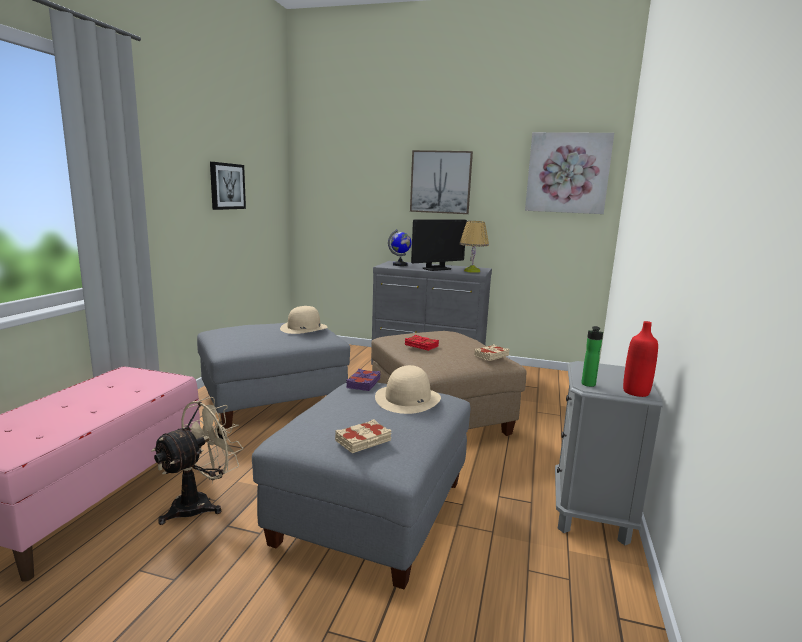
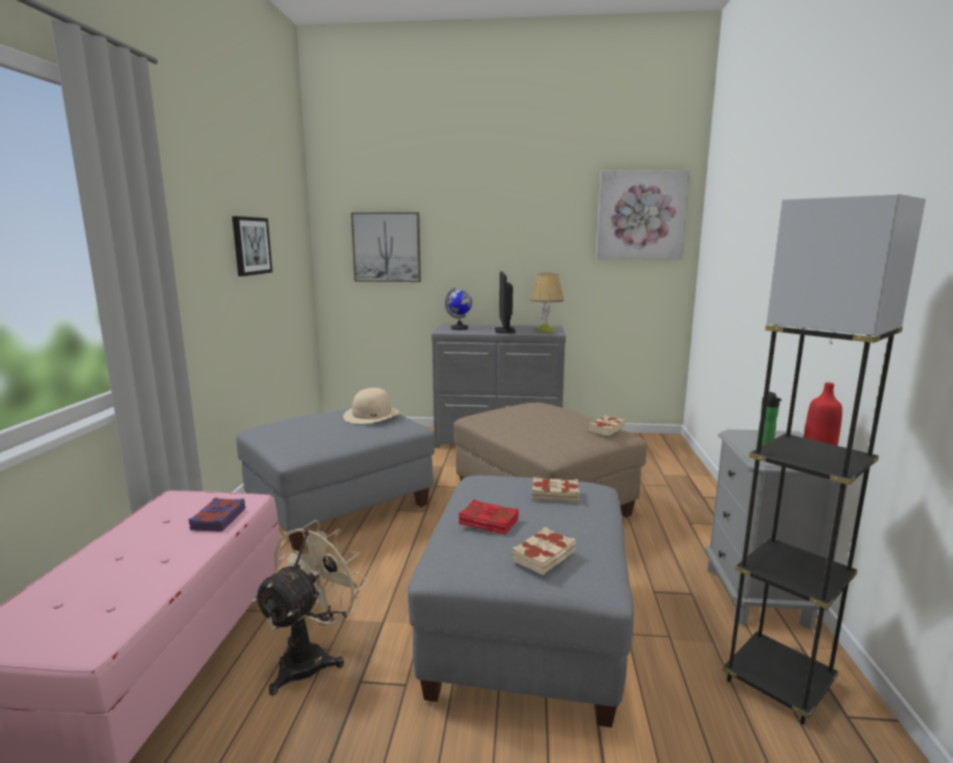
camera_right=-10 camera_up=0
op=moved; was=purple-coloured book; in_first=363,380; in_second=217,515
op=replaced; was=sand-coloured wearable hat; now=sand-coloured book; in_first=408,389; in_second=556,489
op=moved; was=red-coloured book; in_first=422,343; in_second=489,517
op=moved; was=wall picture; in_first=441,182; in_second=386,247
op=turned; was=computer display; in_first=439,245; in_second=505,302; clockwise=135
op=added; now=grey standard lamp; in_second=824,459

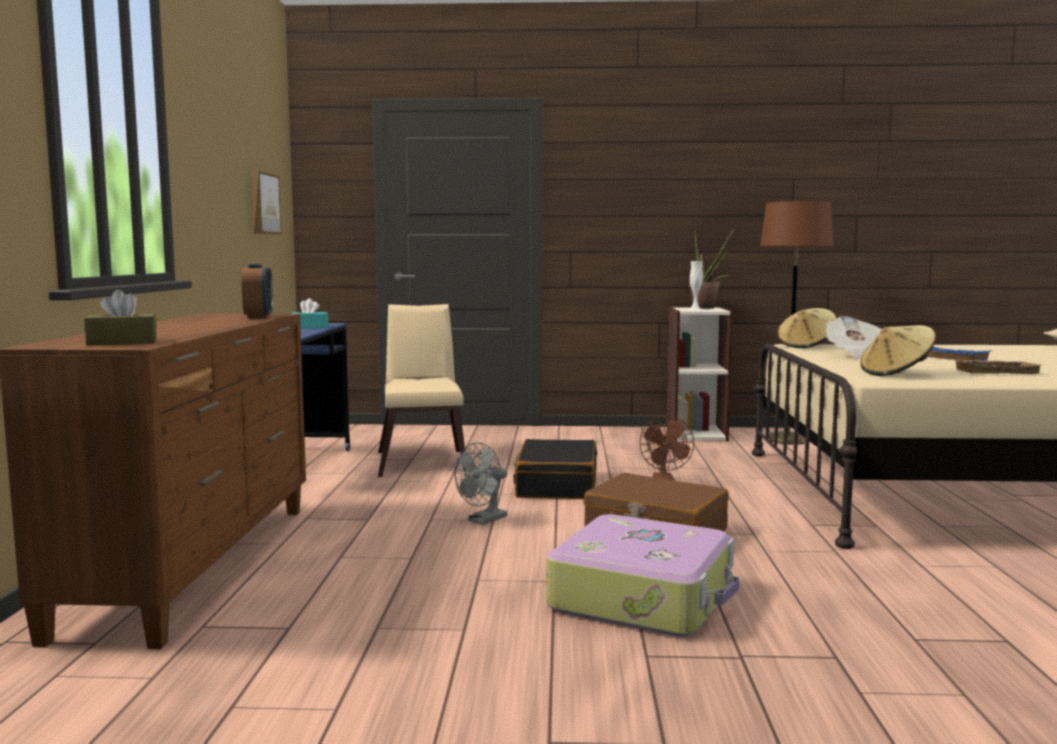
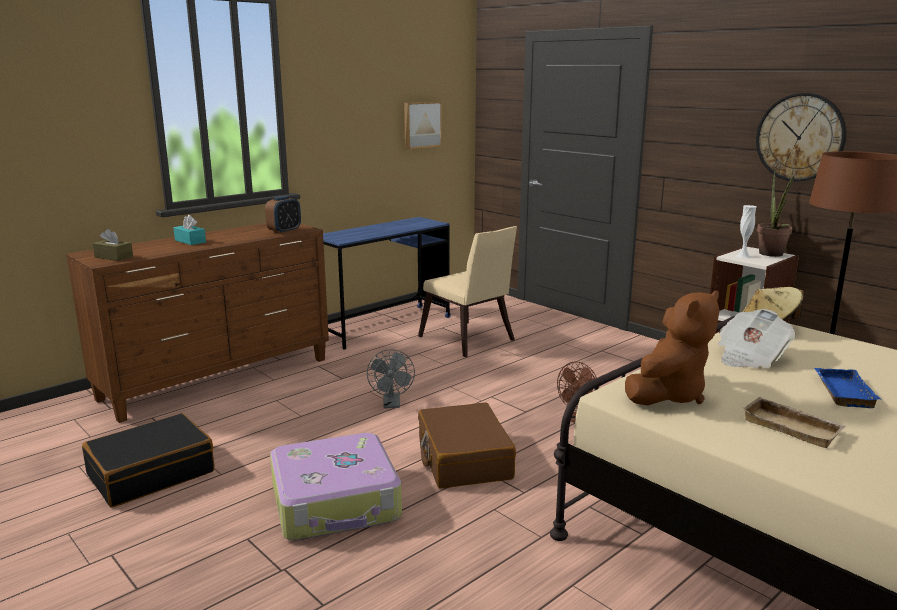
camera_right=45 camera_up=10
op=moved; was=blue-green box of tissues; in_first=309,313; in_second=190,230
op=turned; was=sand-coloured plain chair; in_first=422,390; in_second=467,291; clockwise=105
op=turned; was=grey cooling fan; in_first=480,483; in_second=391,378; clockwise=-90
op=moved; was=blackish suitcase; in_first=555,469; in_second=148,460
op=replaced; was=sand-coloured wearable hat; now=brown cuddly toy; in_first=898,350; in_second=672,348
op=added; now=hanging clock; in_second=801,137

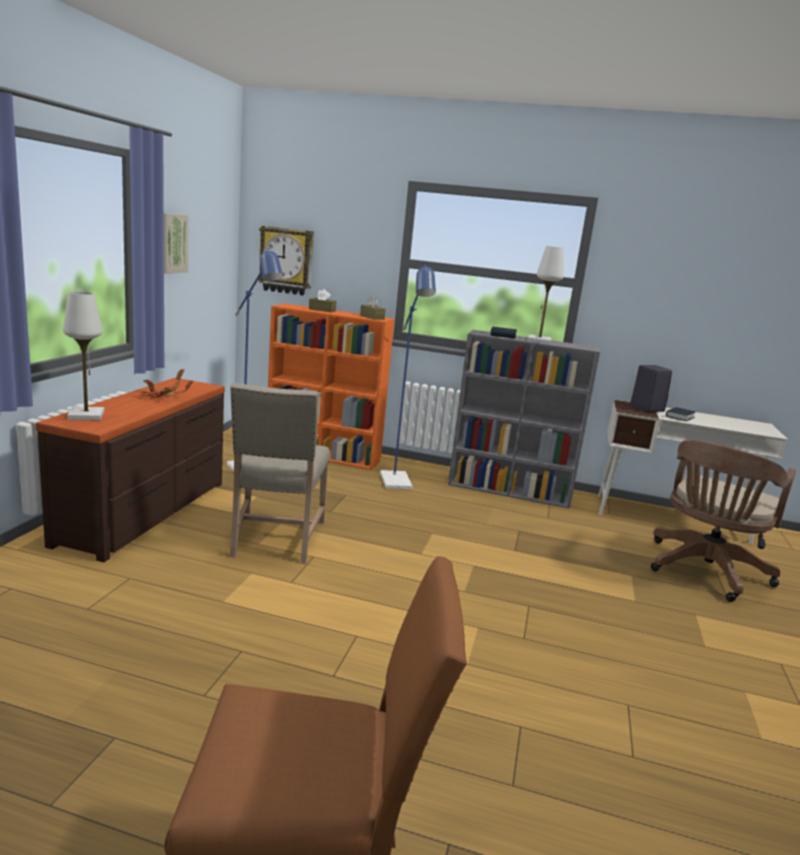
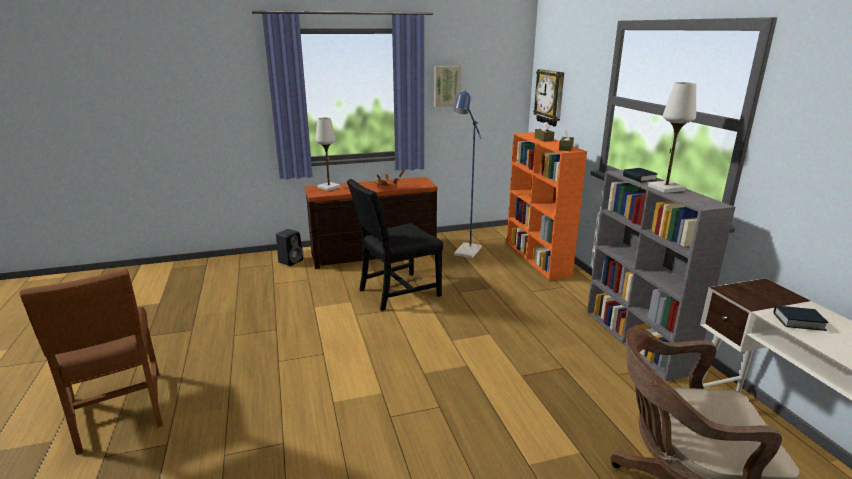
camera_right=60 camera_up=5
op=recoloured; was=sand-coloured plain chair; now=blackish plain chair; in_first=280,473; in_second=395,245
op=removed; was=bluish standard lamp; in_first=408,377
op=moved; was=blackish speaker; in_first=651,388; in_second=289,247

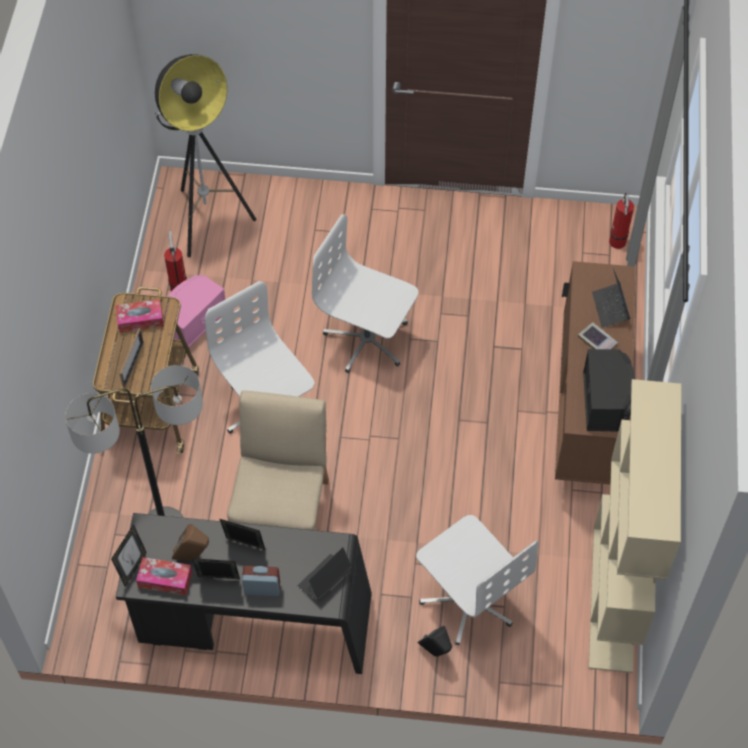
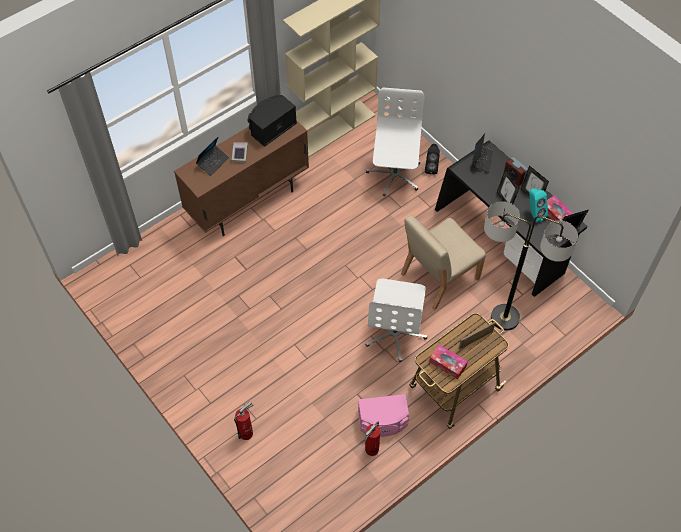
camera_right=-135 camera_up=0
op=removed; was=standard lamp; in_first=205,156
op=recoloured; was=brown speaker; now=blue-green speaker; in_first=190,542; in_second=538,205
op=turned; was=notebook computer; in_first=324,574; in_second=482,153; clockwise=-75
op=removed; was=white computer chair; in_first=365,293
op=moved; was=fire extinguisher; in_first=621,221; in_second=244,420

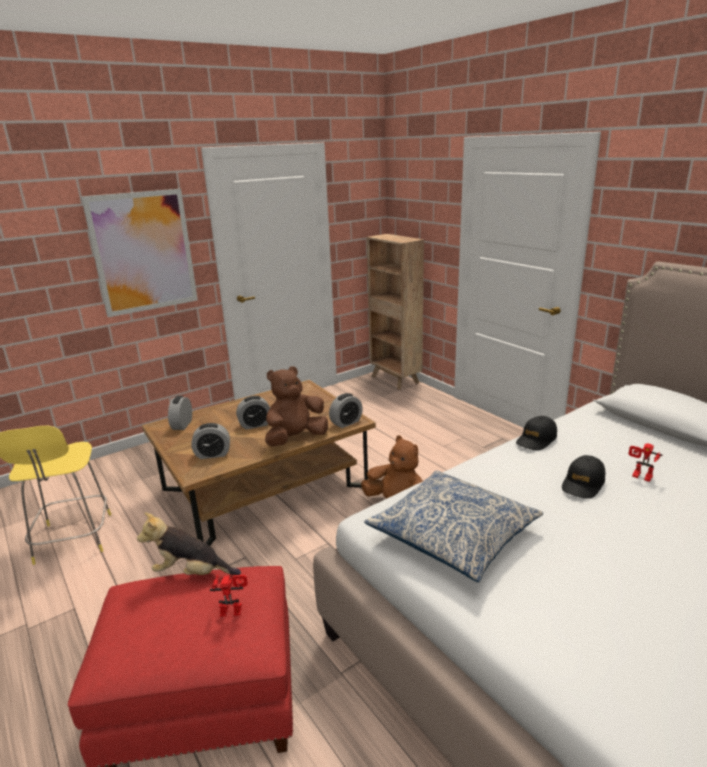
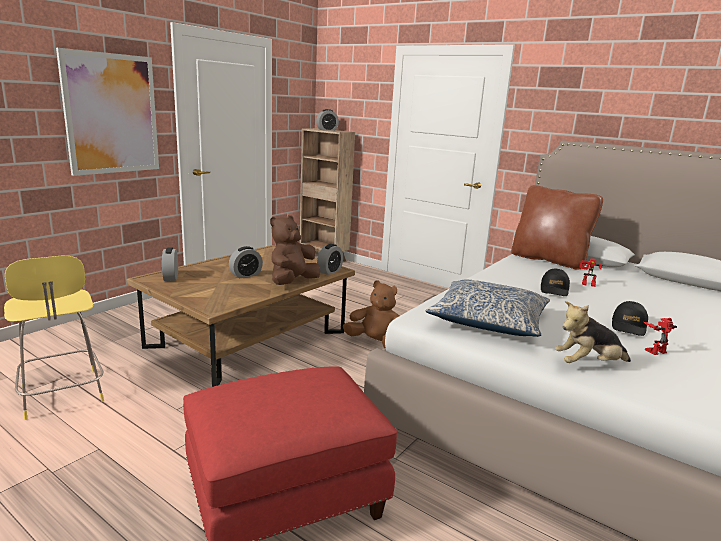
camera_right=-20 camera_up=-5
op=moved; was=cuddly toy; in_first=189,543; in_second=593,332
op=moved; was=bedside clock; in_first=210,441; in_second=327,120
op=moved; was=robot figure; in_first=229,595; in_second=660,336
op=moved; was=blackish peaked cap; in_first=536,433; in_second=630,318
op=added; now=brown cushion; in_second=557,227

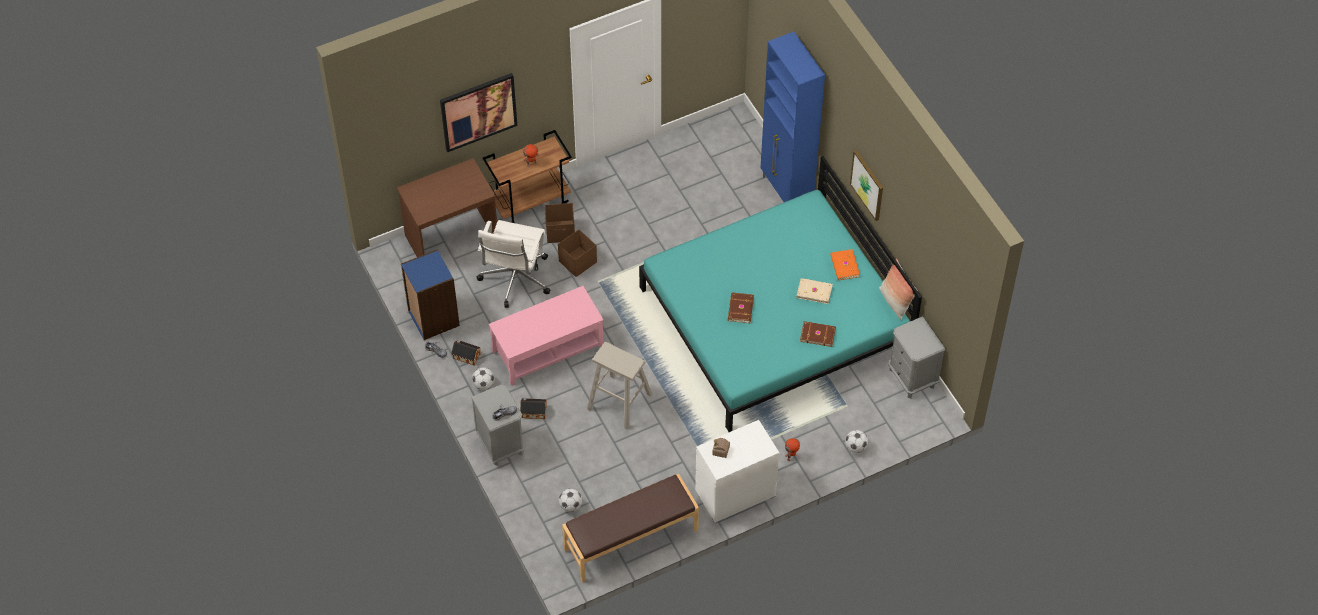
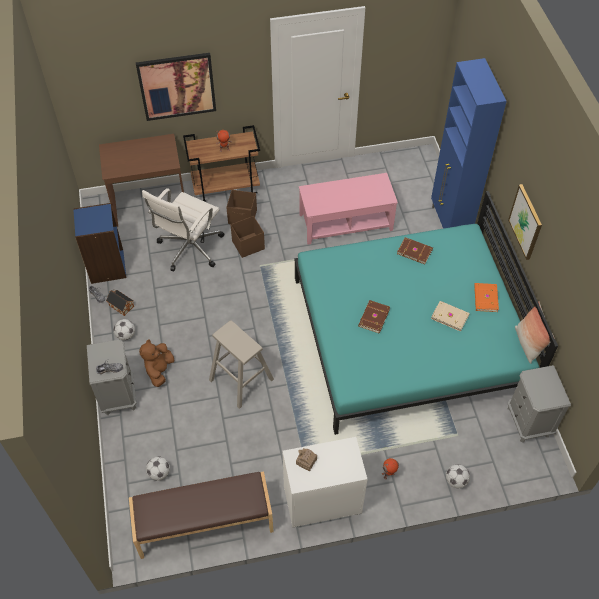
camera_right=15 camera_up=0
op=moved; was=pinkish coffee table; in_first=546,336; in_second=348,209
op=replaced; was=miniature house; now=brown cuddly toy; in_first=533,408; in_second=156,363
op=moved; was=brown book; in_first=818,334; in_second=415,250

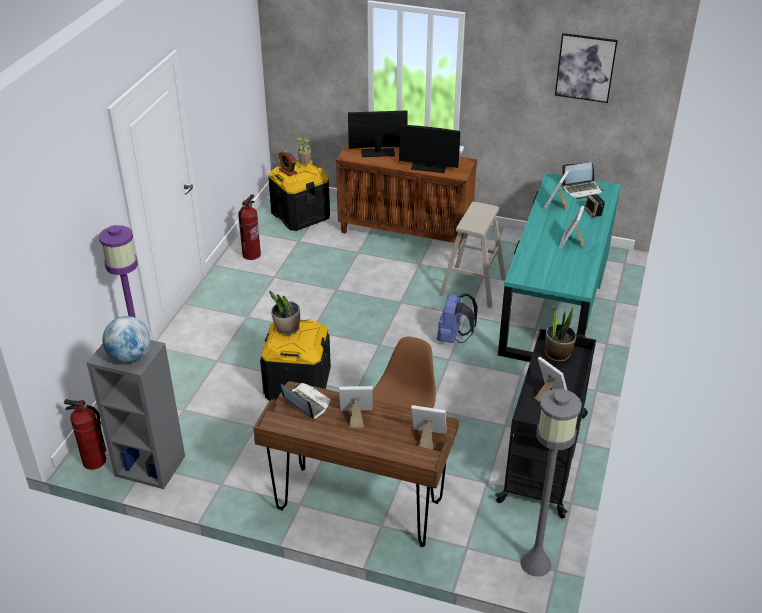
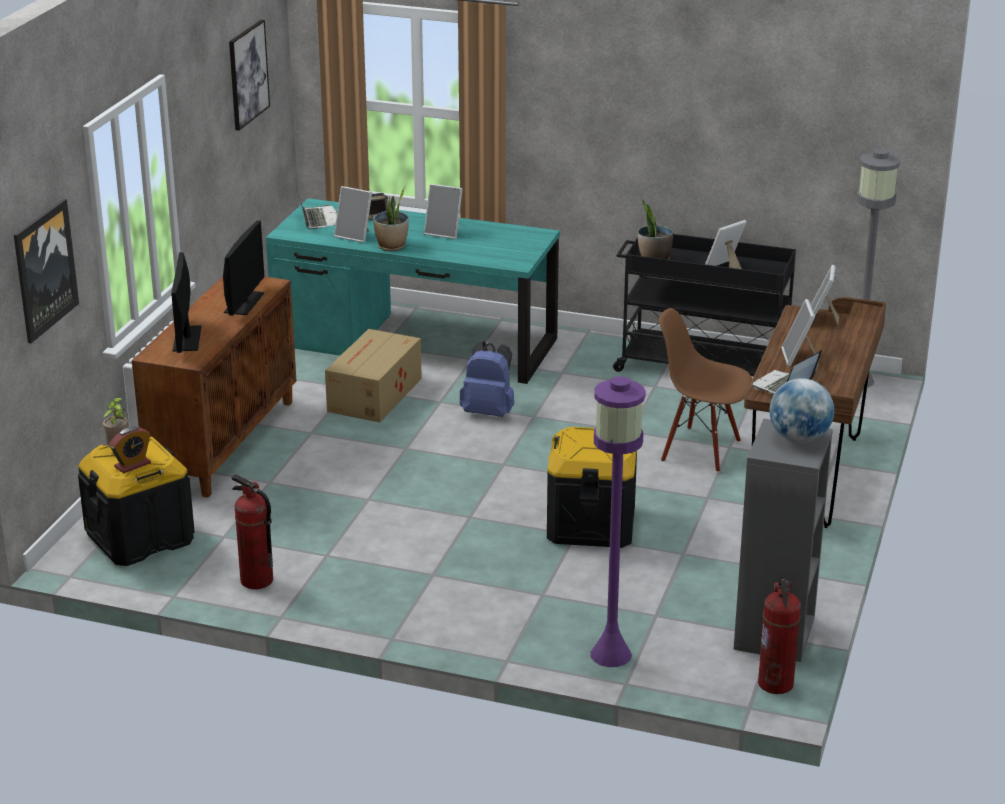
camera_right=-90 camera_up=-10
op=moved; was=plant in a pot; in_first=284,312; in_second=391,218
op=replaced; was=sand-coloured stool seat; now=carton; in_first=472,255; in_second=373,376
op=added; now=wall picture; in_second=46,271

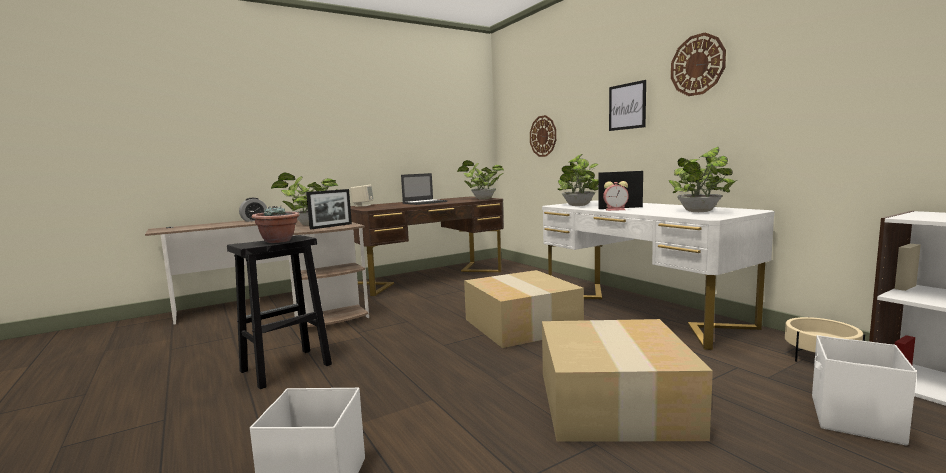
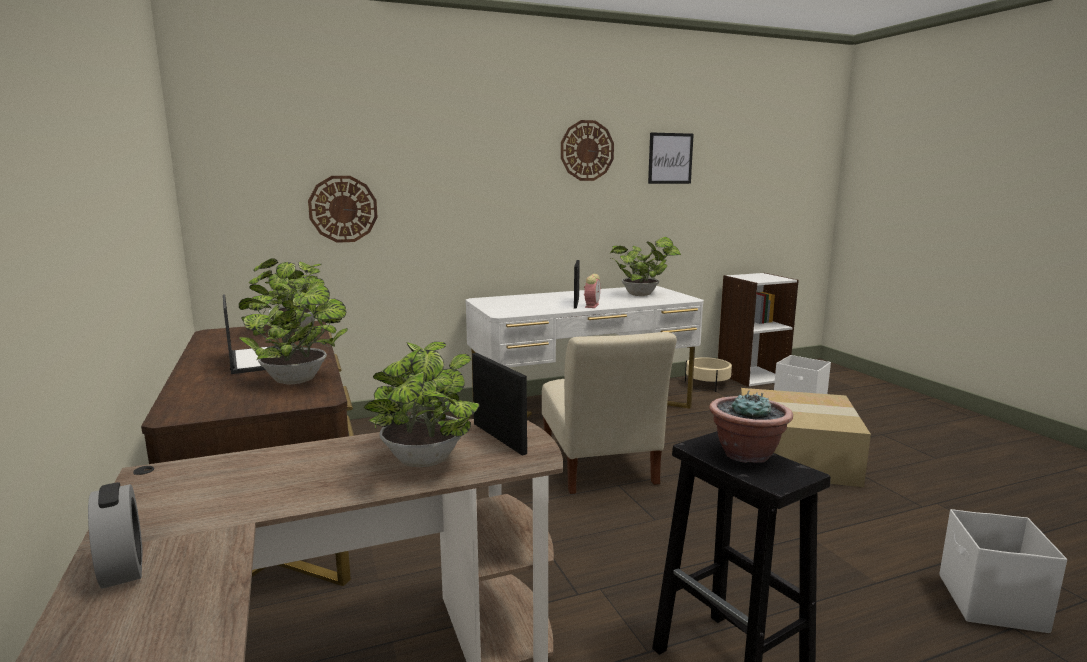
camera_right=-80 camera_up=5
op=removed; was=sand-coloured speaker; in_first=361,196
op=replaced; was=carton; now=sand-coloured plain chair; in_first=524,309; in_second=609,413
op=moved; was=plant in a pot; in_first=578,180; in_second=293,334
op=moved; was=wall picture; in_first=627,105; in_second=671,158

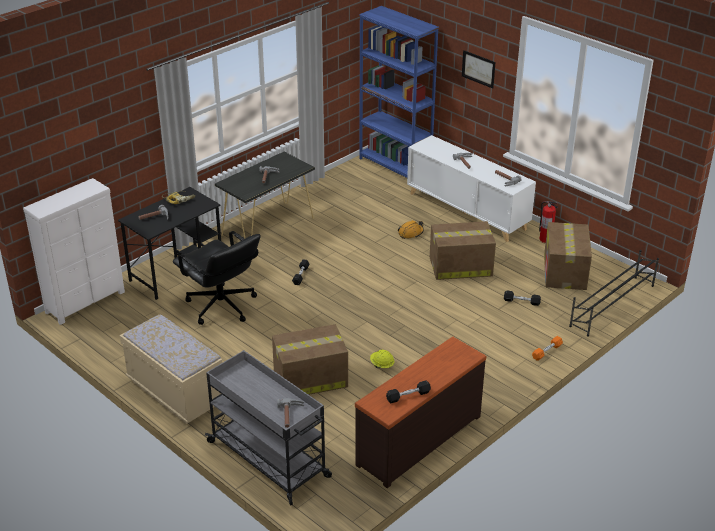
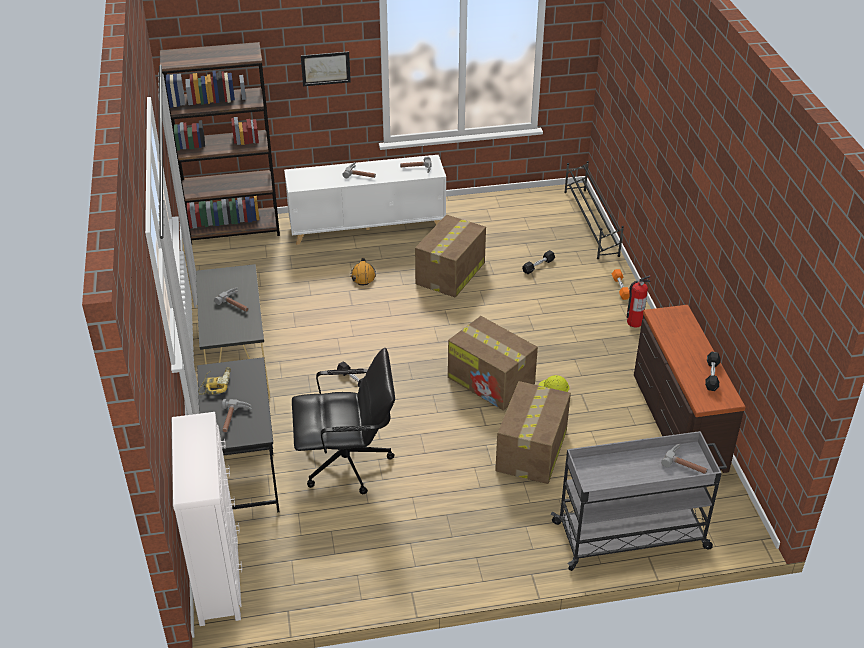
camera_right=-55 camera_up=5
op=removed; was=sand-coloured indoor bench; in_first=171,369
op=recoloured; was=bluish bookcase; now=brown bookcase; in_first=399,92; in_second=220,143
op=moved; was=fire extinguisher; in_first=548,222; in_second=639,301
op=moved; was=carton; in_first=568,256; in_second=493,363

